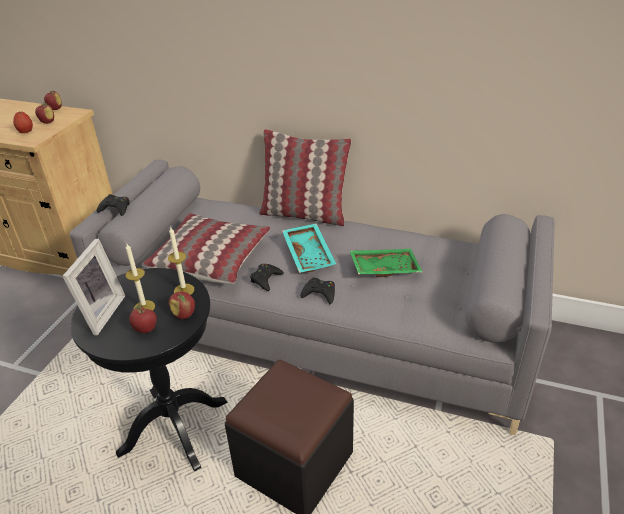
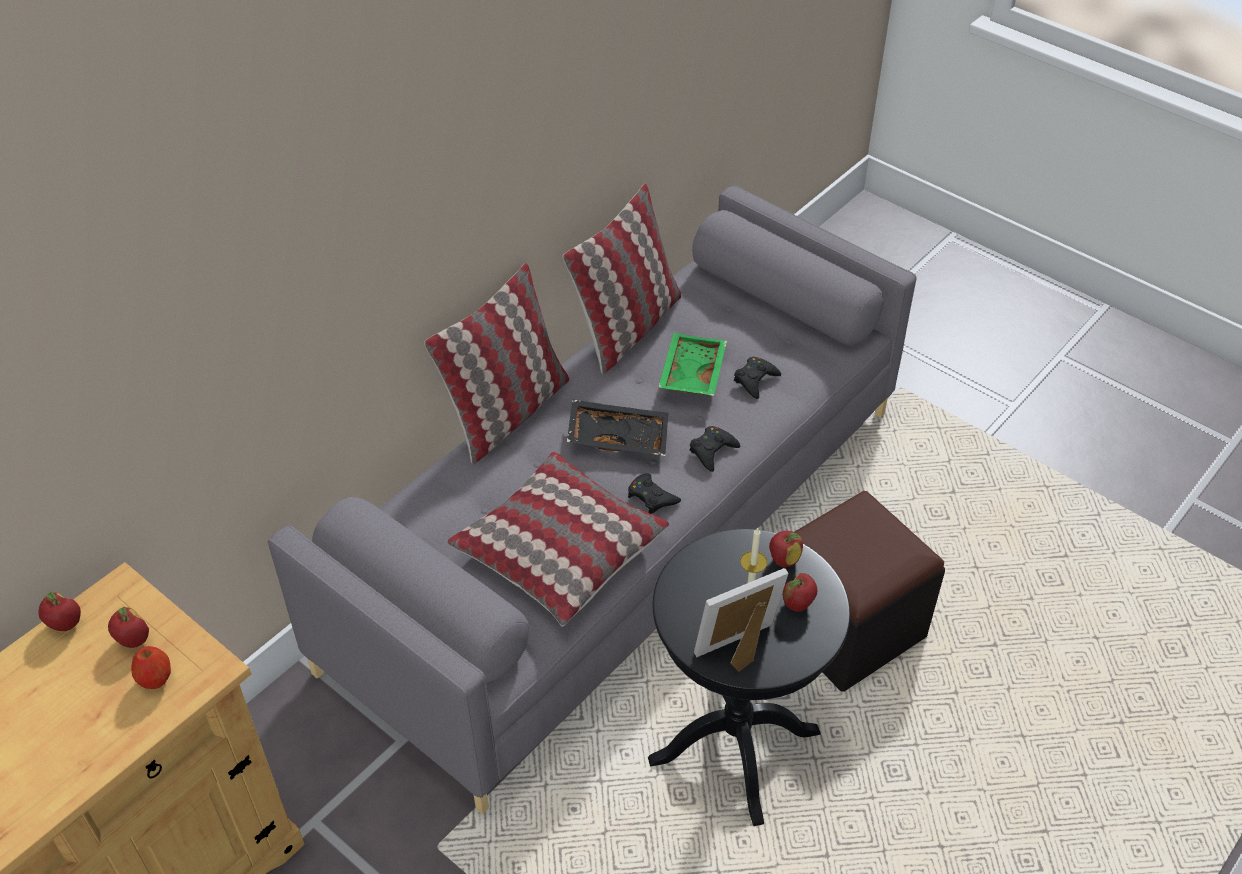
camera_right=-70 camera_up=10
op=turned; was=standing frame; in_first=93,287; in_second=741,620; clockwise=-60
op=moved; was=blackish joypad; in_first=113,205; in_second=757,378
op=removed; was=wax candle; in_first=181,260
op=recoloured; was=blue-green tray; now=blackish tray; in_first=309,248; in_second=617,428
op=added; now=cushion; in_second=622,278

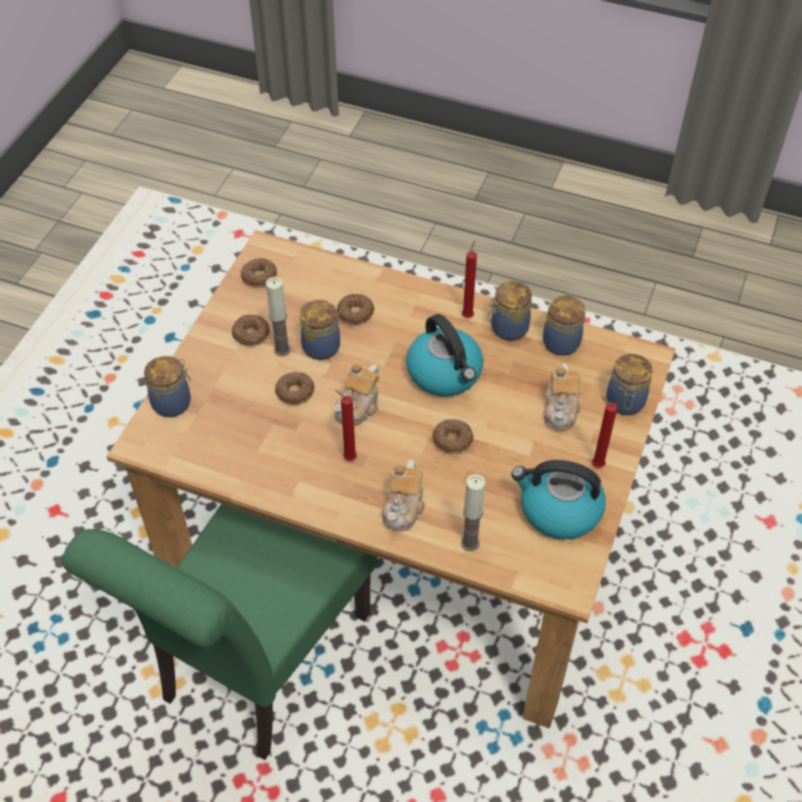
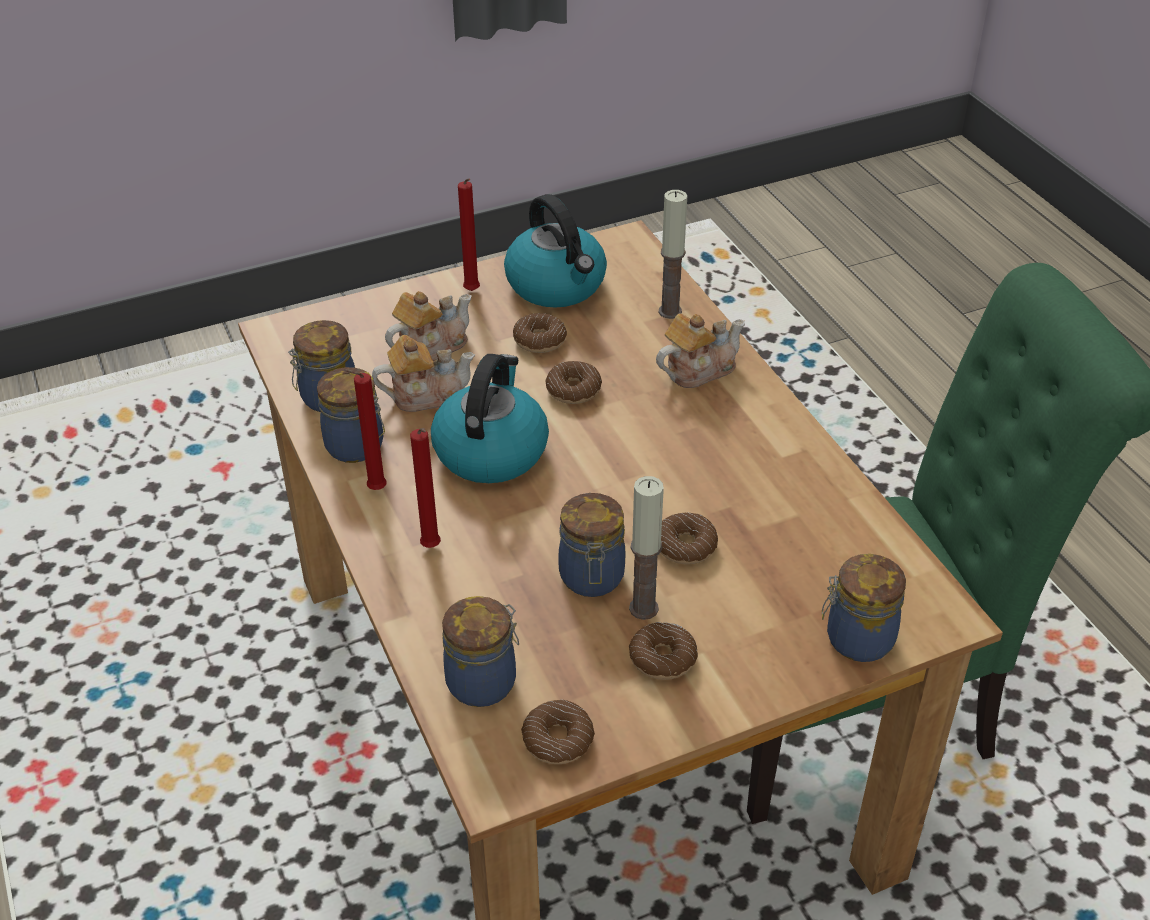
camera_right=-135 camera_up=-10
op=moved; was=pot for tea; in_first=357,395; in_second=423,373
op=moved; was=red-coloured wax candle; in_first=346,425; in_second=425,488
op=moved; was=doughnut; in_first=355,309; in_second=540,333
op=moved; was=jar; in_first=629,384; in_second=480,651

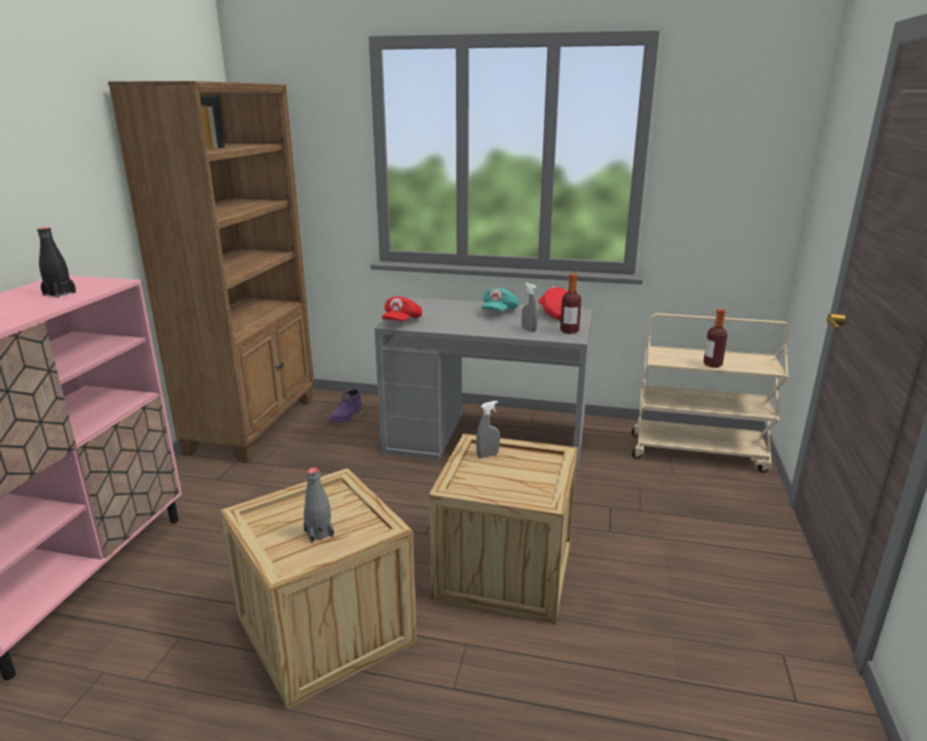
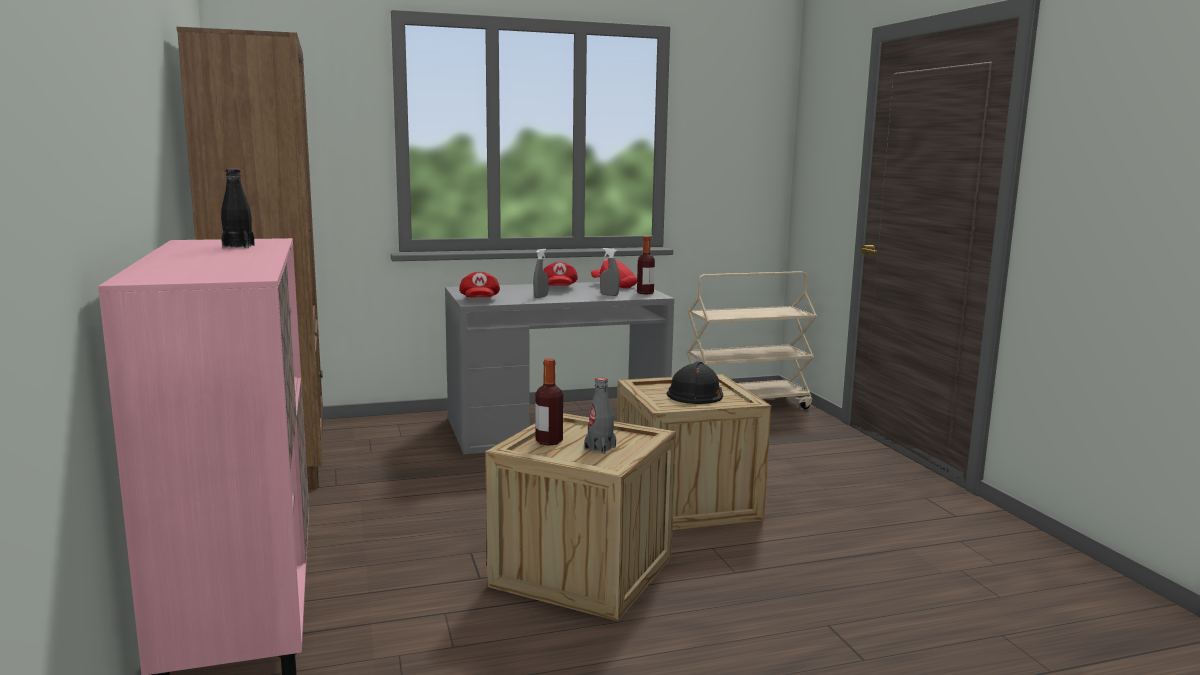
camera_right=-30 camera_up=-10
op=removed; was=purple-coloured tall boot; in_first=345,405
op=moved; was=grey spray bottle; in_first=488,429; in_second=541,273
op=recoloured; was=blue-green peaked cap; now=red-coloured peaked cap; in_first=500,299; in_second=560,274
op=moved; was=drink bottle; in_first=715,338; in_second=549,402
op=added; now=blackish safety helmet; in_second=695,382

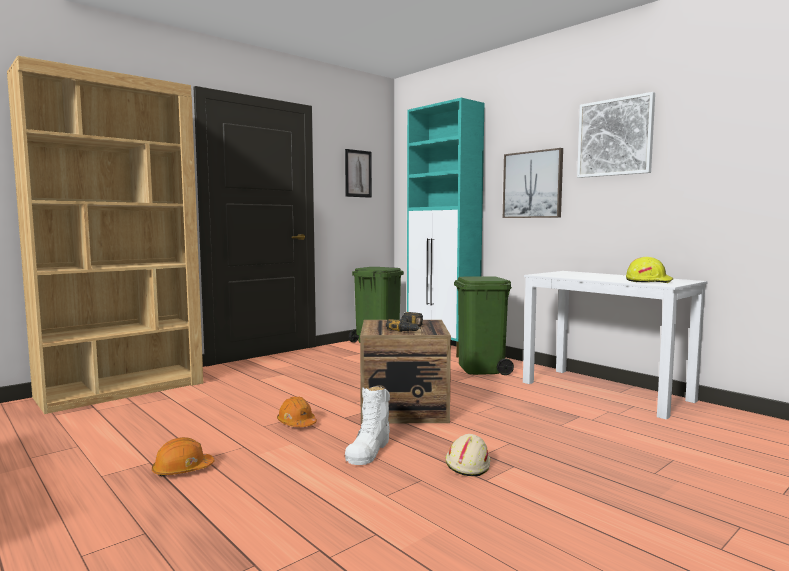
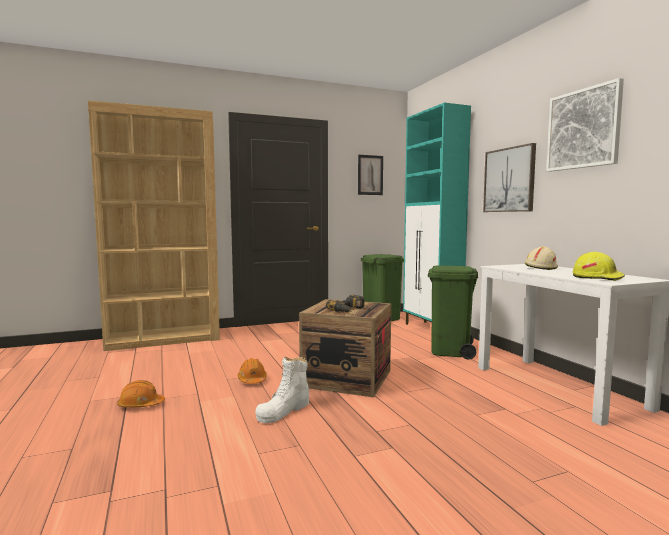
camera_right=20 camera_up=0
op=moved; was=sand-coloured safety helmet; in_first=467,455; in_second=541,258

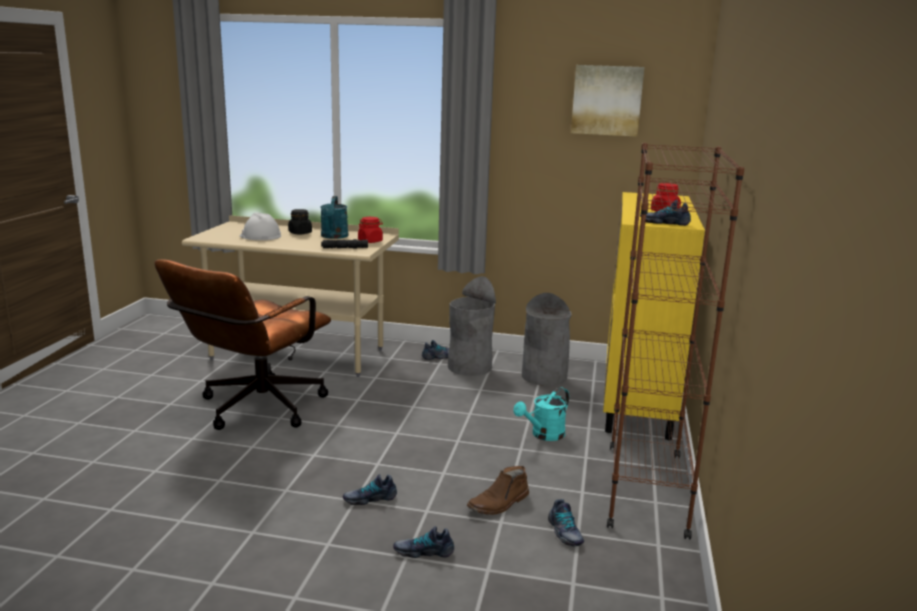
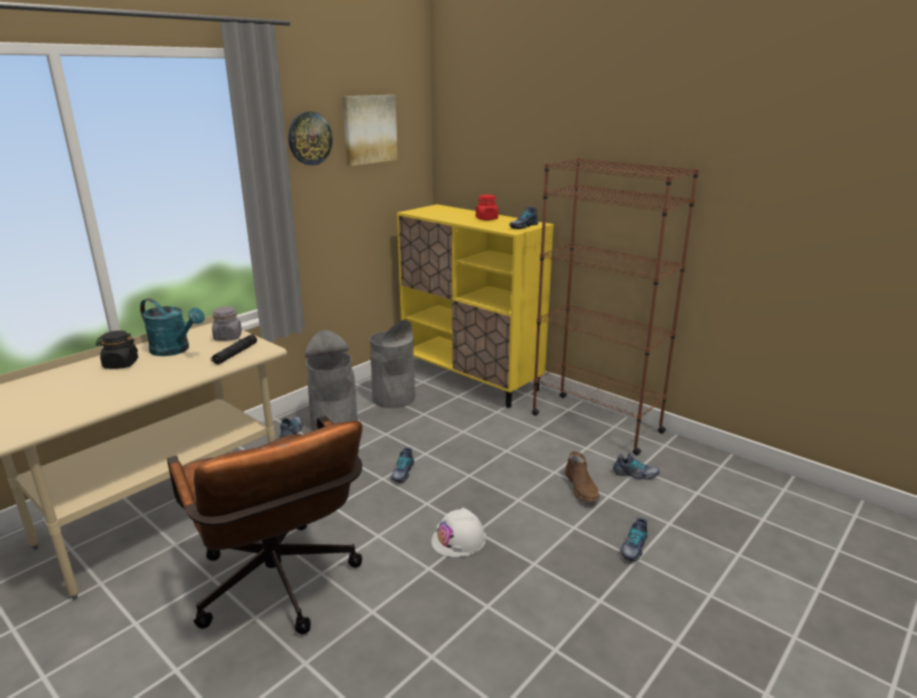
camera_right=-60 camera_up=5
op=moved; was=white safety helmet; in_first=260,226; in_second=458,532
op=moved; was=item of footwear; in_first=370,489; in_second=402,465
op=recoloured; was=red-coloured jar; now=grey jar; in_first=370,230; in_second=227,323
op=removed; was=blue-green sprinkling can; in_first=541,414
op=added; now=hanging clock; in_second=310,138

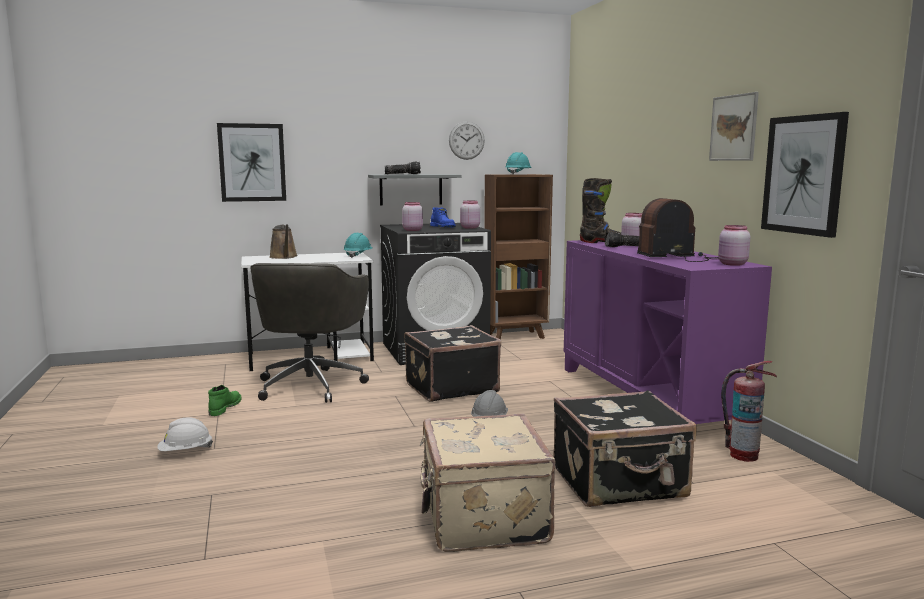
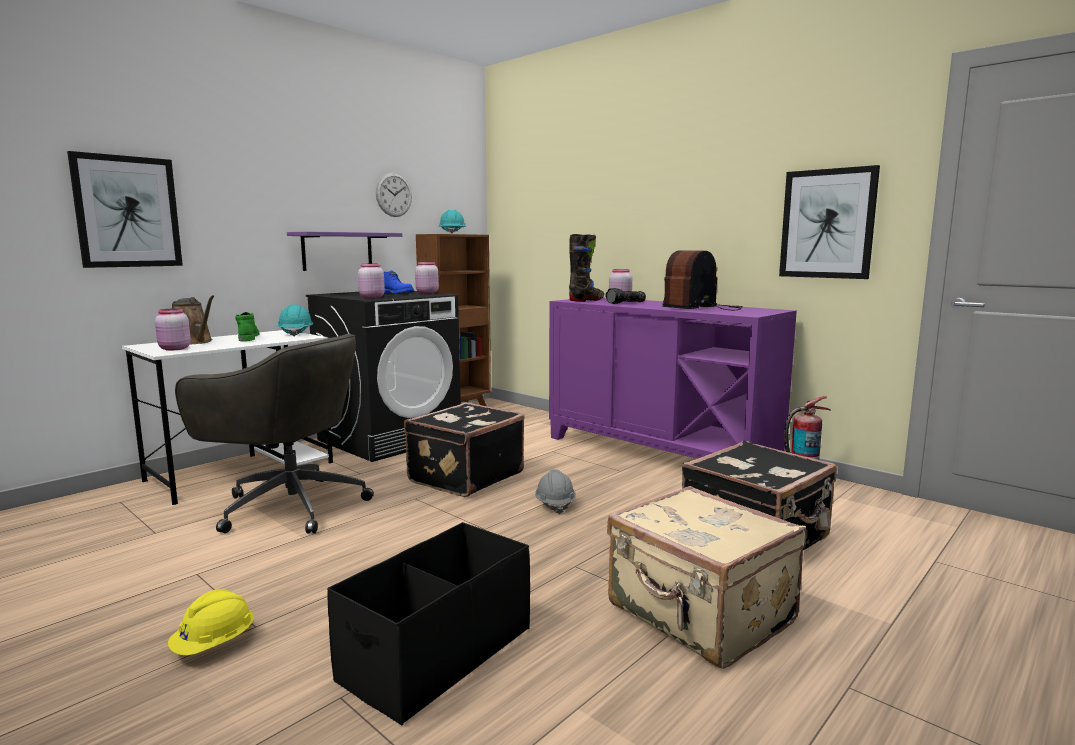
camera_right=-30 camera_up=0
op=recoloured; was=white safety helmet; now=yellow-coloured safety helmet; in_first=185,434; in_second=211,622
op=moved; was=greenish tall boot; in_first=225,400; in_second=247,326
op=turned; was=grey computer chair; in_first=309,333; in_second=274,434; clockwise=-45
op=recoloured; was=grey bracket shelf; now=purple-coloured bracket shelf; in_first=414,190; in_second=344,251
op=removed; was=torch; in_first=402,167
op=removed; was=wall picture; in_first=734,126
op=moved; was=pinkish jar; in_first=734,245; in_second=173,330
op=added; now=blackish storage box; in_second=428,623

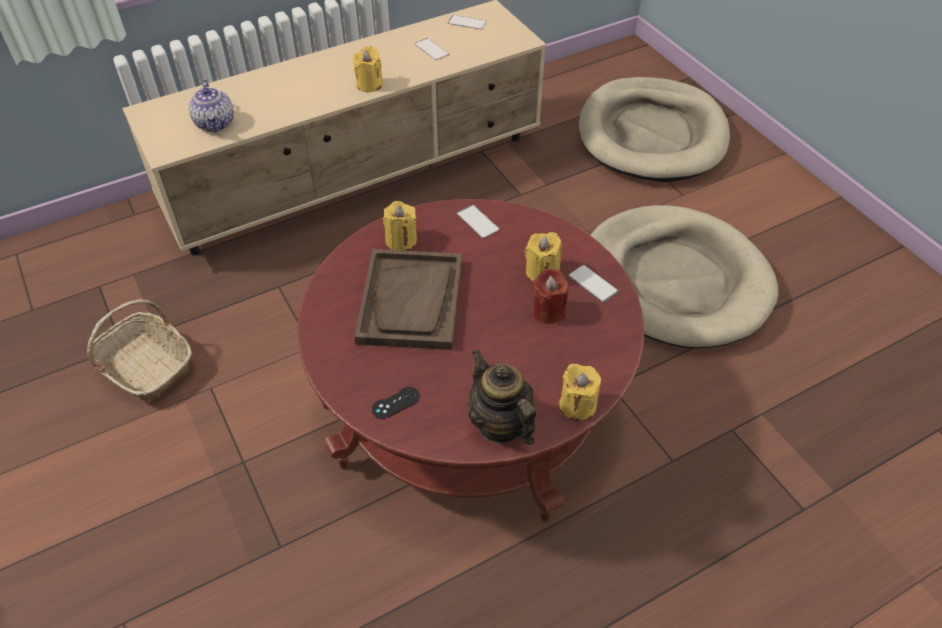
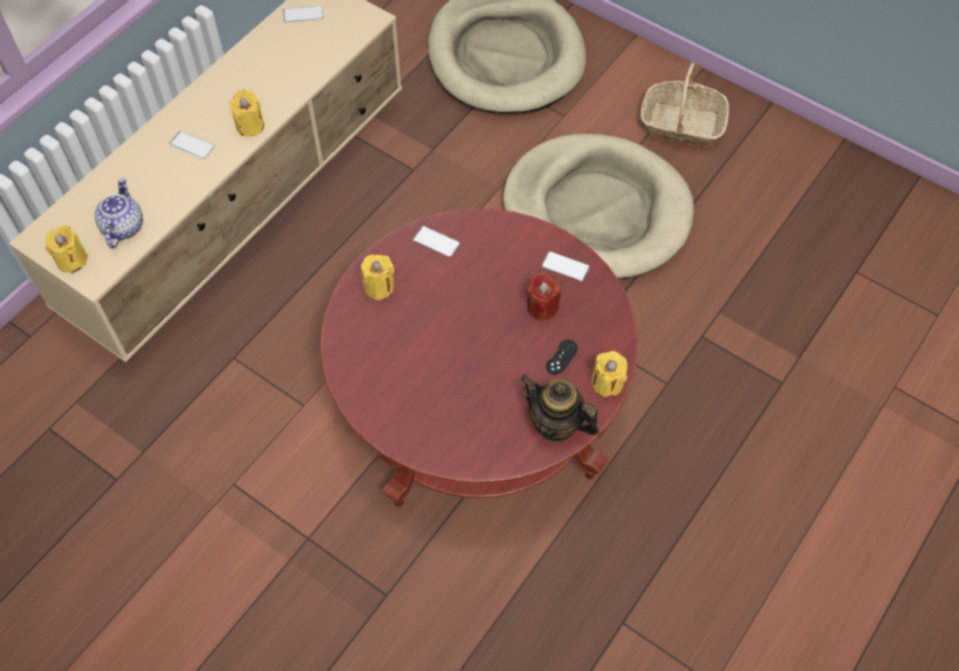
camera_right=-25 camera_up=10
op=moved; was=basket; in_first=139,350; in_second=685,105
op=turned; was=pot for tea; in_first=211,106; in_second=119,213; clockwise=-135
op=removed; was=brown tray; in_first=408,299
op=moved; was=blackish joypad; in_first=396,403; in_second=562,357
op=moved; was=telephone; in_first=431,49; in_second=192,145
op=moved; was=yellow-coloured wax candle; in_first=543,256; in_second=67,249

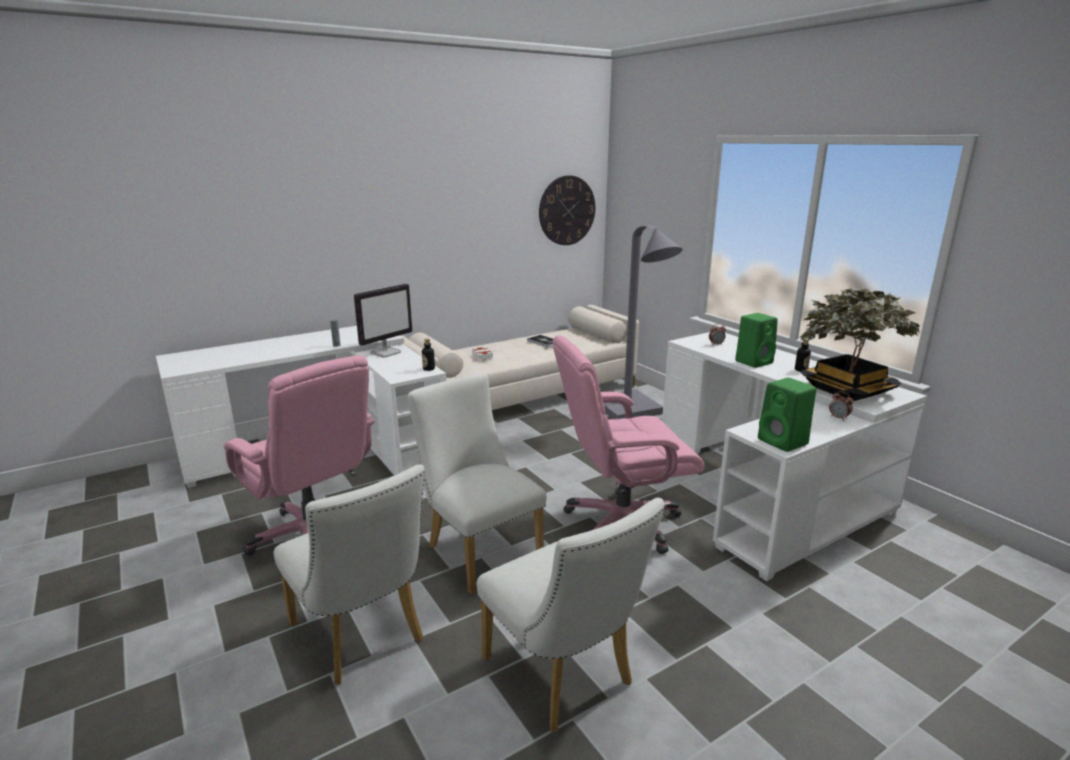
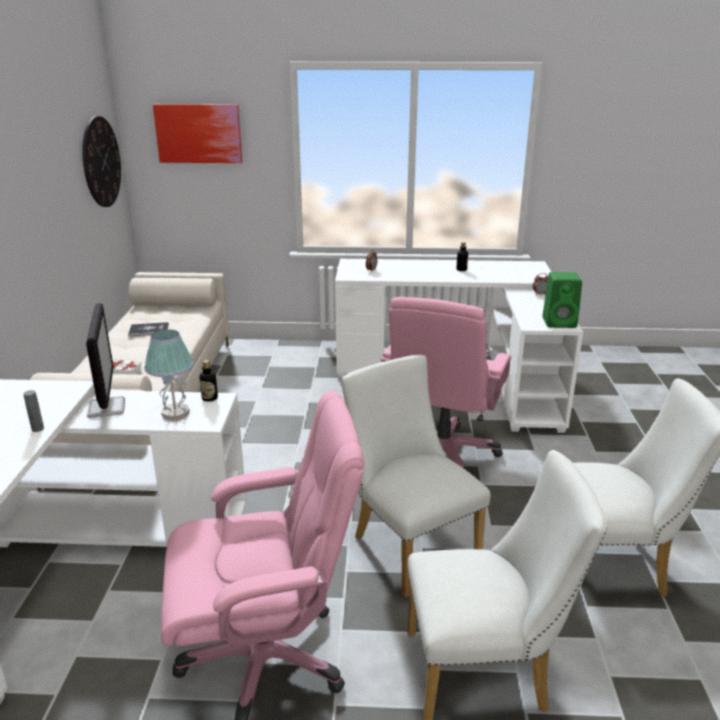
camera_right=-55 camera_up=5
op=turned; was=white plain chair; in_first=477,484; in_second=416,476; clockwise=60
op=removed; was=grey standard lamp; in_first=643,322
op=removed; was=greenish speaker; in_first=756,340
op=removed; was=plant in a pot; in_first=860,344
op=added; now=lamp for a table; in_second=169,374
op=added; now=wall picture; in_second=197,133

